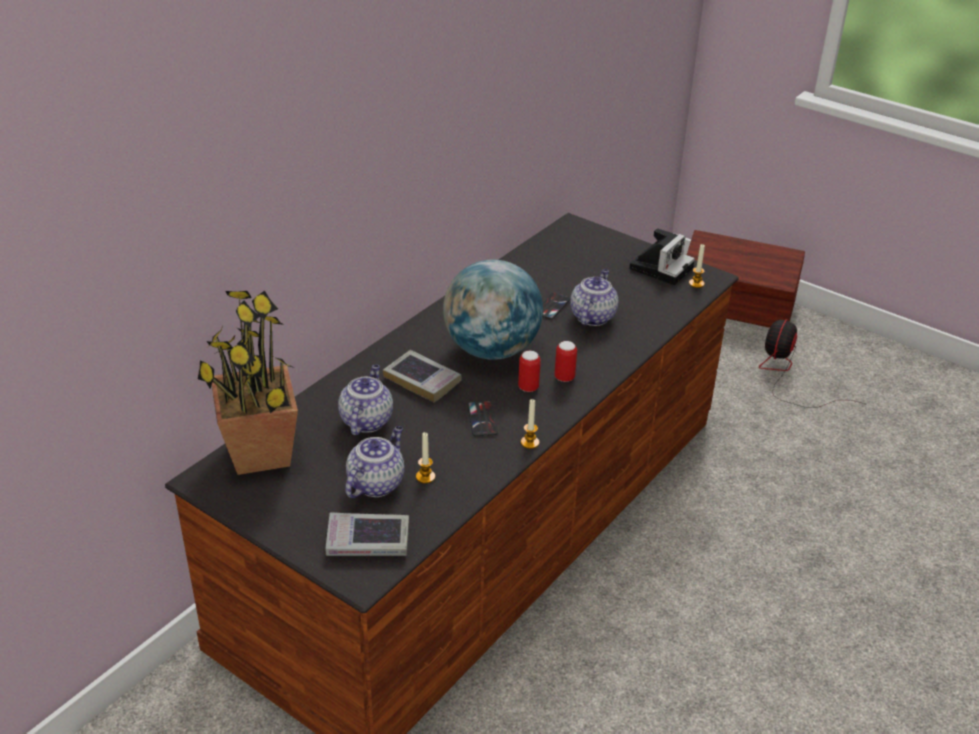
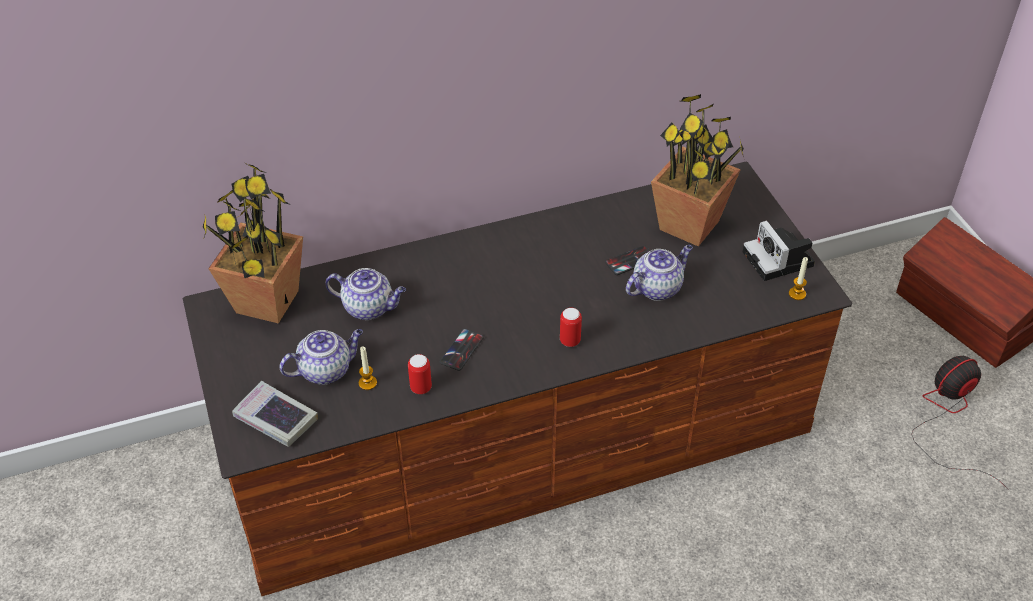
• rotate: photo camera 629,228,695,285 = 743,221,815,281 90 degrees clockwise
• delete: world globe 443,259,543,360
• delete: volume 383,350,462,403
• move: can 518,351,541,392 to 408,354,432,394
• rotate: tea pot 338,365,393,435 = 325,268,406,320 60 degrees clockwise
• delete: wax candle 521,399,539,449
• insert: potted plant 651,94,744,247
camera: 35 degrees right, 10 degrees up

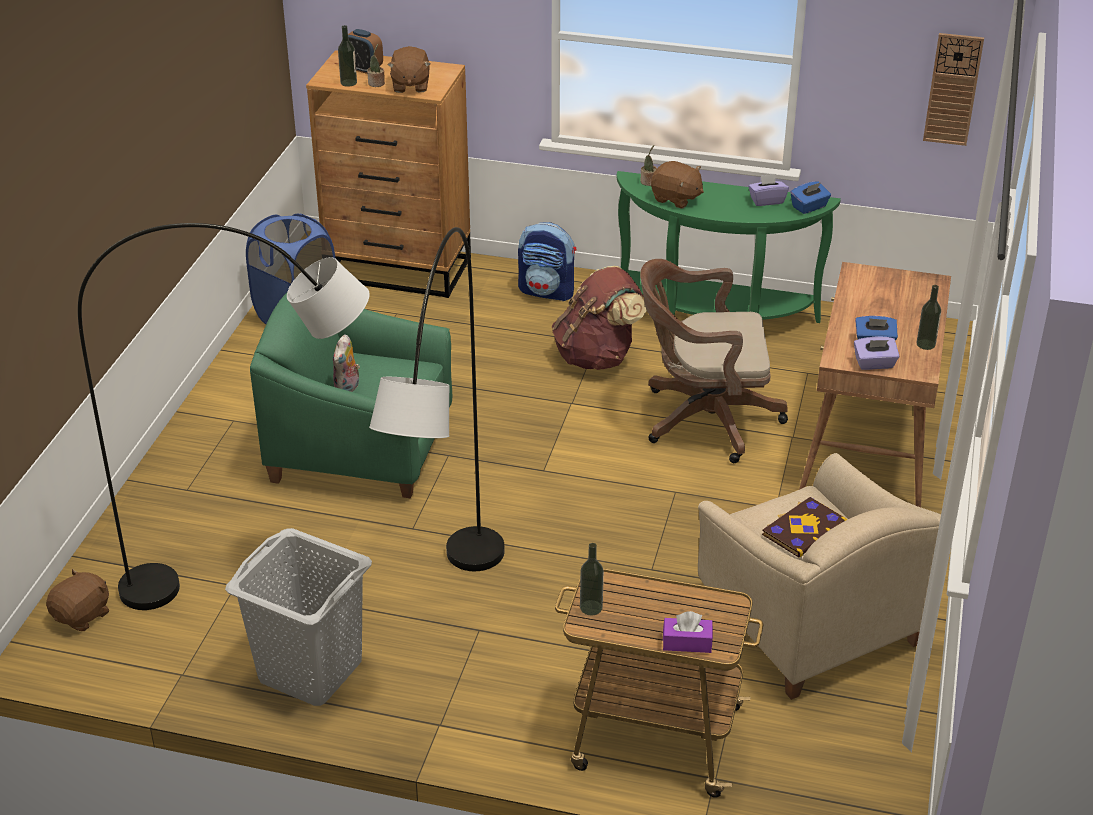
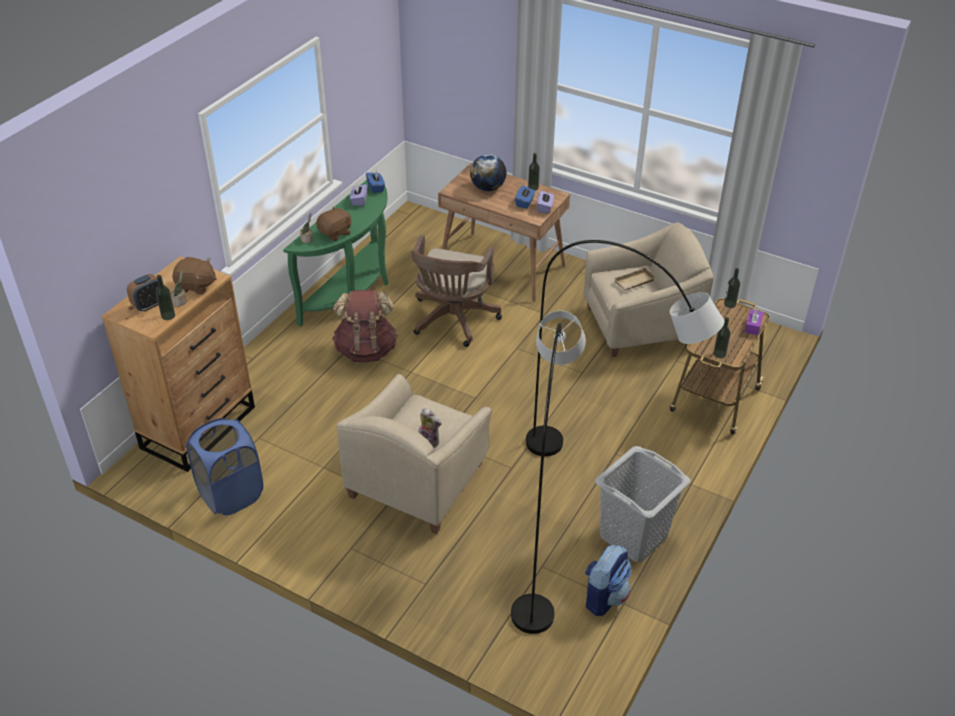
• delete: clock on the wall 923,33,984,146
• move: knapsack 518,222,576,301 to 585,545,632,616
• recolor: greenish easy chair 250,293,452,498 to sand-coloured easy chair 336,374,492,534
• replace: volume 762,497,847,557 to sand-coloured carrying tray 614,266,657,290
• delete: brownish plush toy 46,569,109,631
• insert: world globe 470,154,506,191
• insert: drink bottle 724,268,740,308
camera: 75 degrees left, 5 degrees up

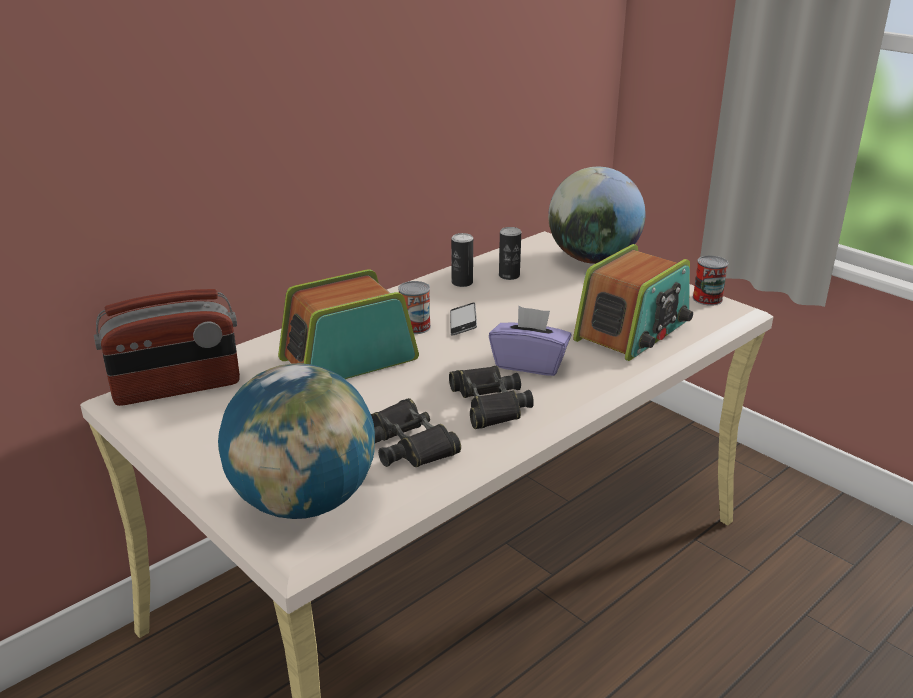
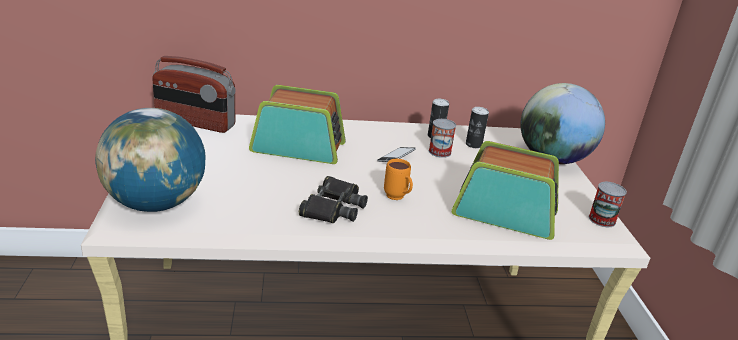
• rotate: radio receiver 573,244,693,361 = 452,141,559,240 150 degrees counterclockwise
• move: can 398,281,431,334 to 429,119,456,158
• replace: purplish tissue holder 489,306,572,376 to orange-coloured mug 384,159,413,200
• delete: black field glasses 371,398,461,467
camera: 35 degrees right, 0 degrees up

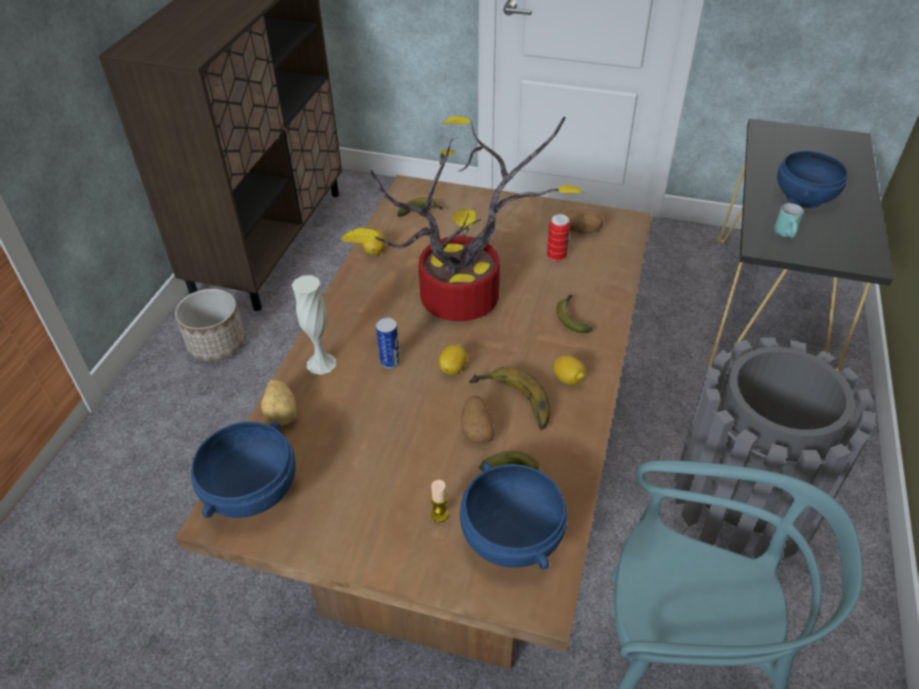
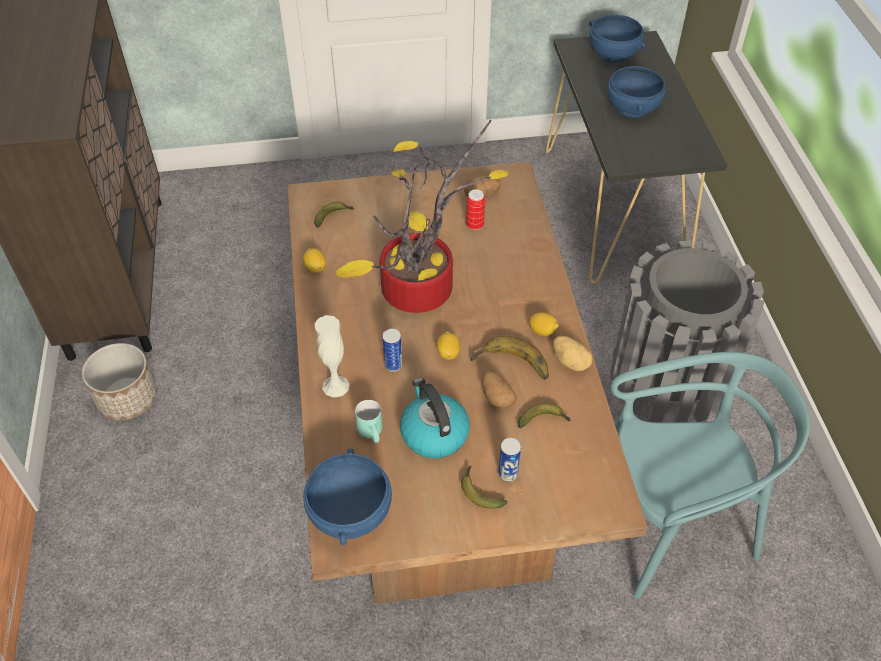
• move: turquoise-coloured mug 774,203,804,238 to 355,400,383,443
• move: banana fruit 556,295,593,333 to 461,466,507,509
• move: potato 261,379,297,425 to 553,336,593,371
• move: bluish deep dish 460,463,568,570 to 589,15,645,63
• replace: wax candle 430,480,448,522 to can 499,438,521,482
• insert: kettle 400,378,470,458
camera: 25 degrees left, 5 degrees up

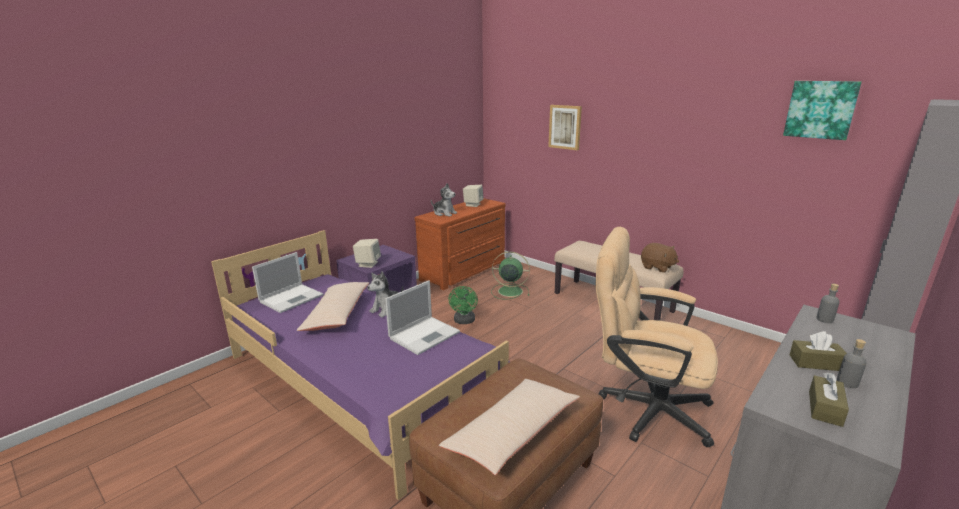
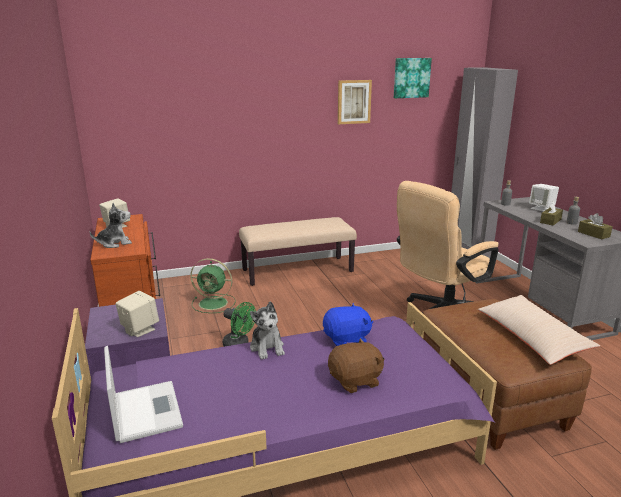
• move: picture 548,105,582,150 to 338,80,372,124
• move: brownish plush toy 641,243,679,273 to 328,338,384,393
• rotate: greenish electric fan 491,252,530,299 = 190,258,235,313 120 degrees counterclockwise
• replace: notebook computer 385,280,460,355 to bluish plush toy 323,303,373,346
• delete: sand-coloured cushion 297,282,369,331
• insert: white-coloured speaker 529,184,559,212
camera: 60 degrees left, 0 degrees up

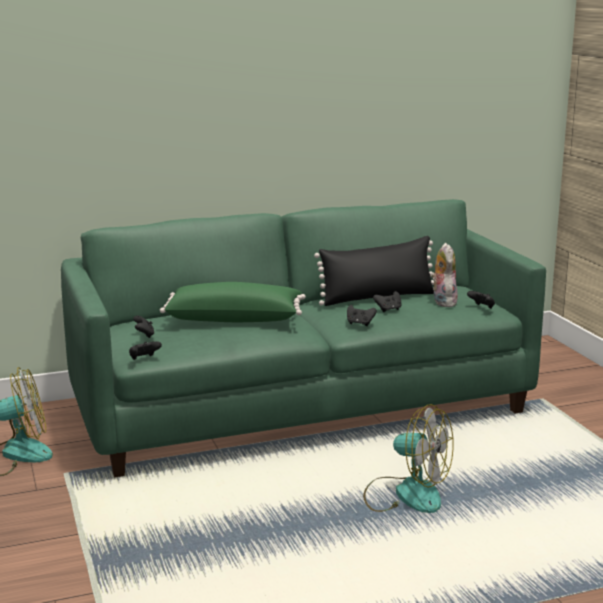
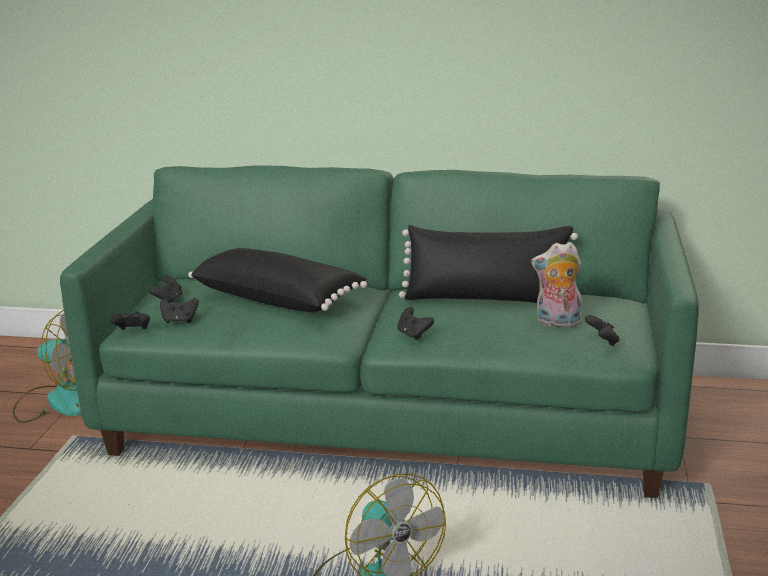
• rotate: plush toy 431,243,458,307 = 531,242,582,327 105 degrees counterclockwise
• recolor: greenish cushion 160,282,306,322 to black cushion 188,248,367,312
• move: black joypad 373,291,401,312 to 160,298,199,324
camera: 30 degrees right, 5 degrees up

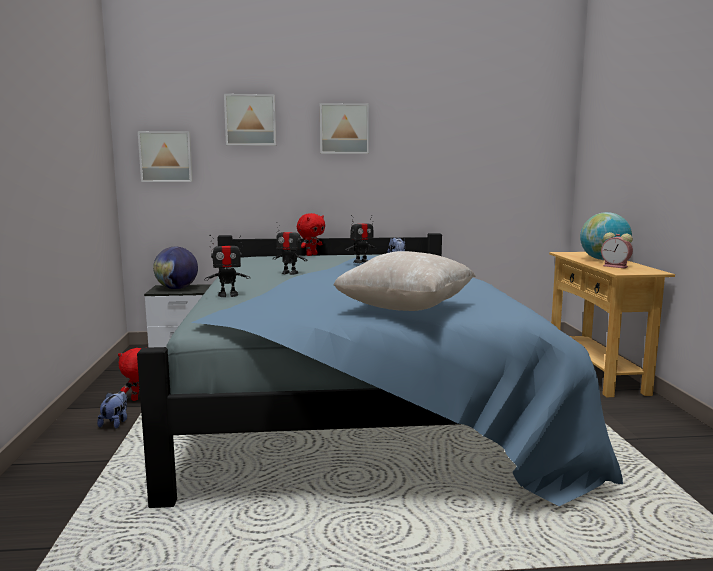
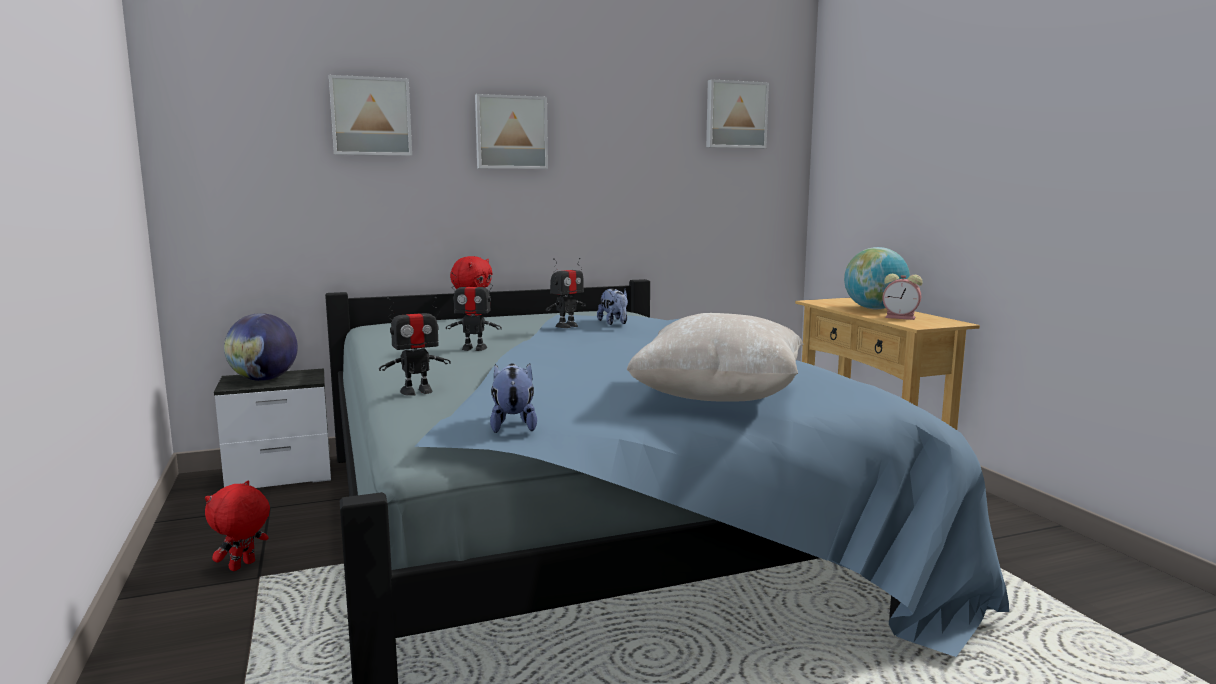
• move: picture 138,131,193,182 to 706,79,769,149
• move: plush toy 97,391,127,429 to 490,363,537,433
camera: 15 degrees left, 0 degrees up

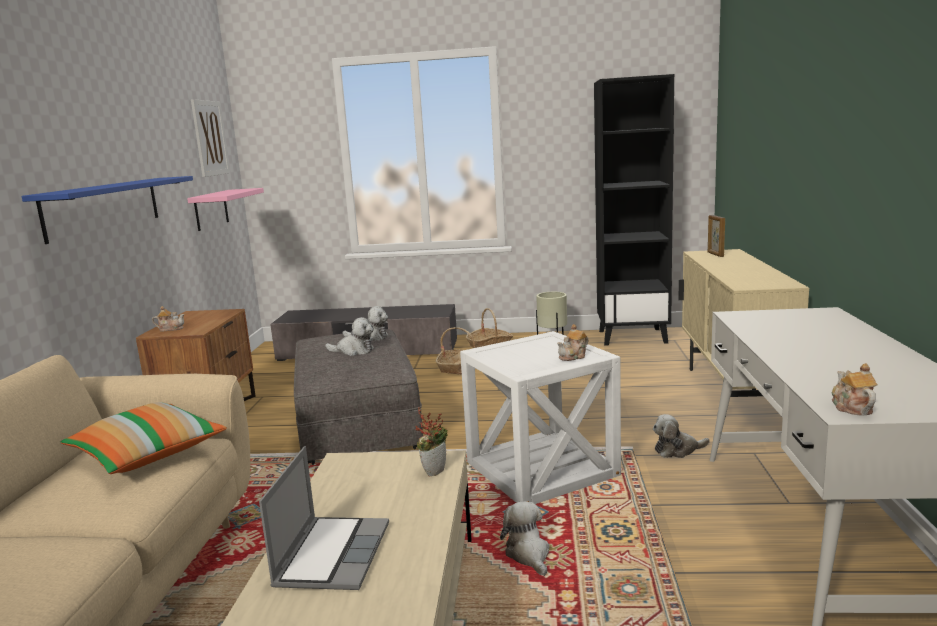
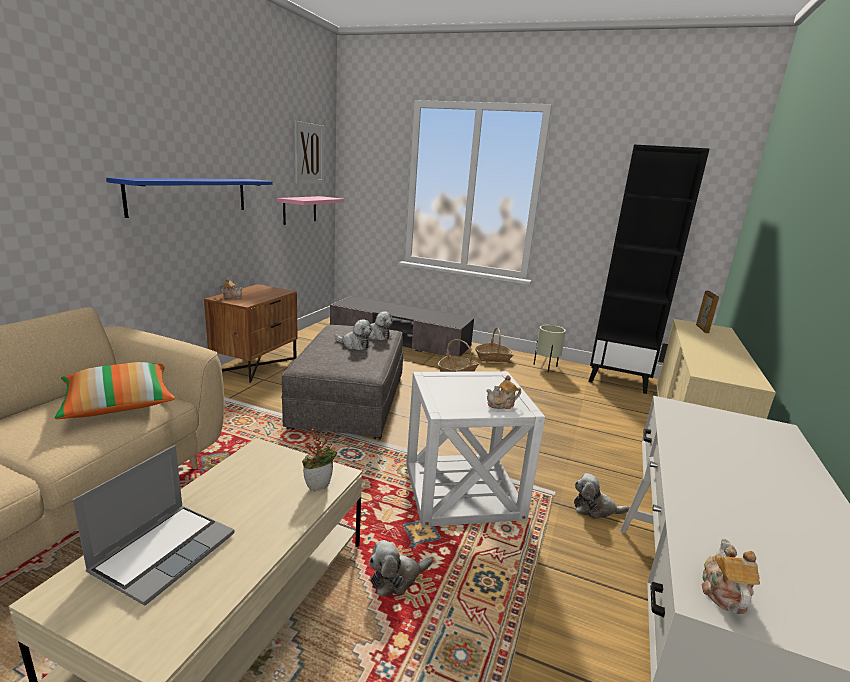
• rotate: plush toy 500,501,550,576 = 369,540,433,596 120 degrees counterclockwise
camera: 15 degrees right, 5 degrees up

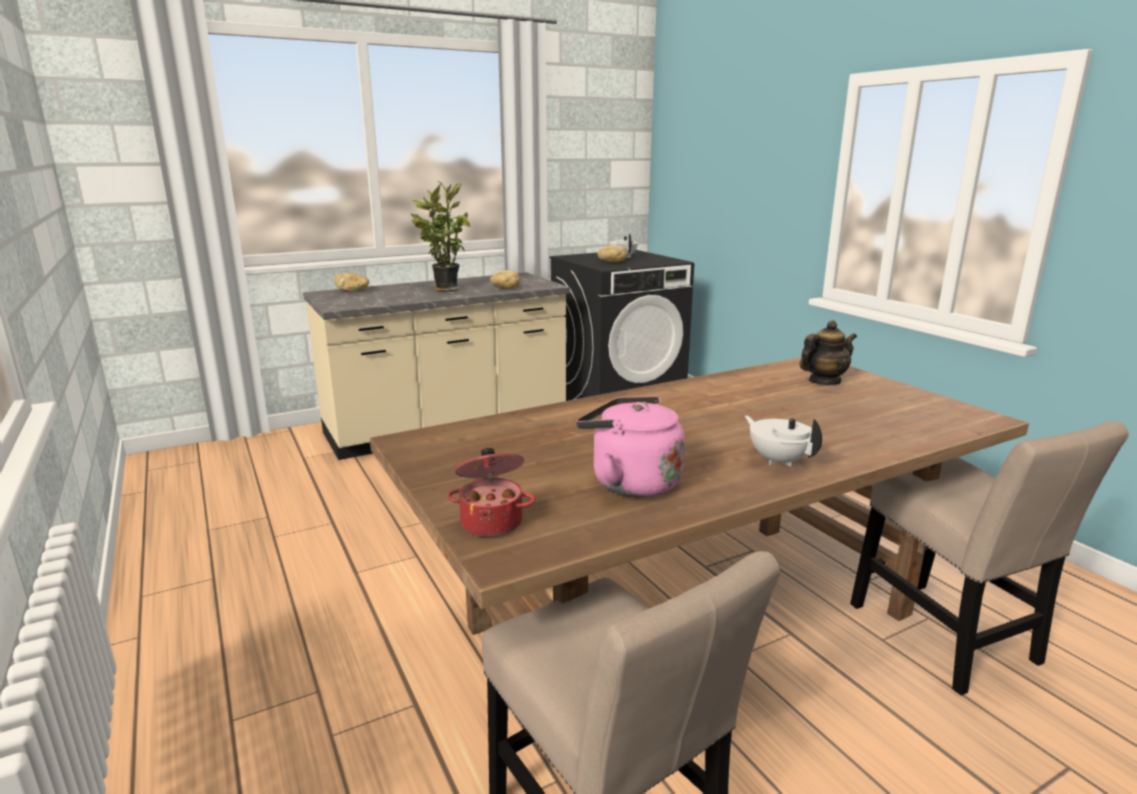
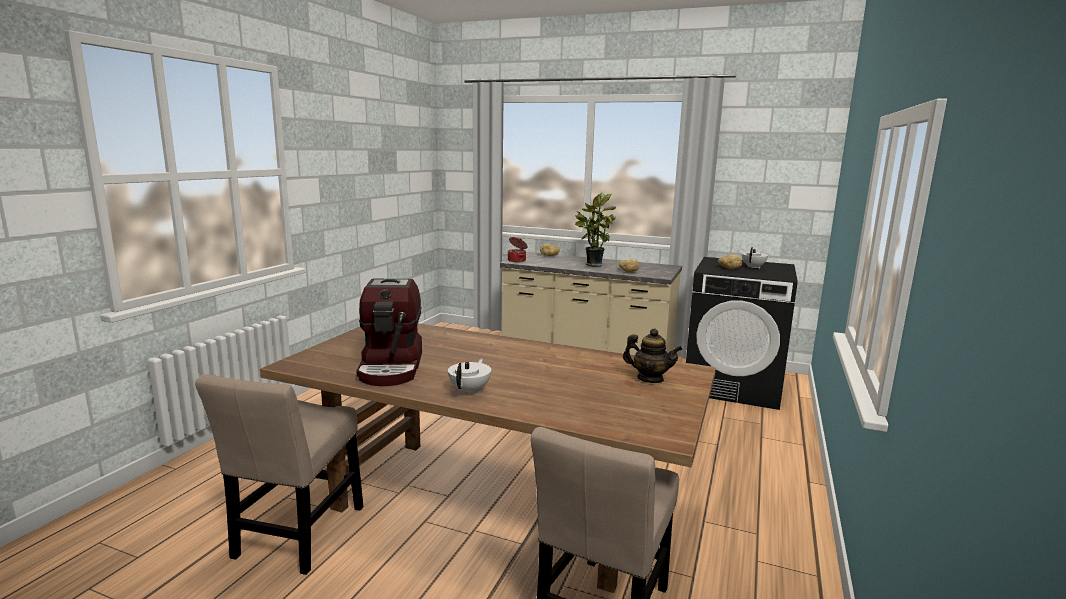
• replace: pink-coloured kettle 577,396,685,498 to coffee brewer 356,279,422,386
• move: saucepot 447,448,535,537 to 508,237,528,262
camera: 50 degrees right, 5 degrees down

